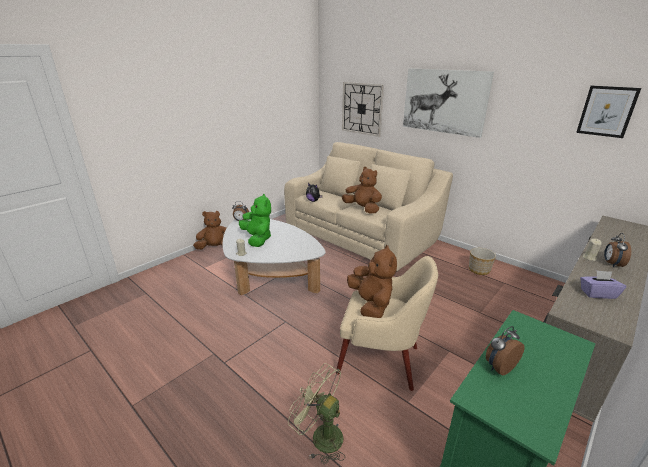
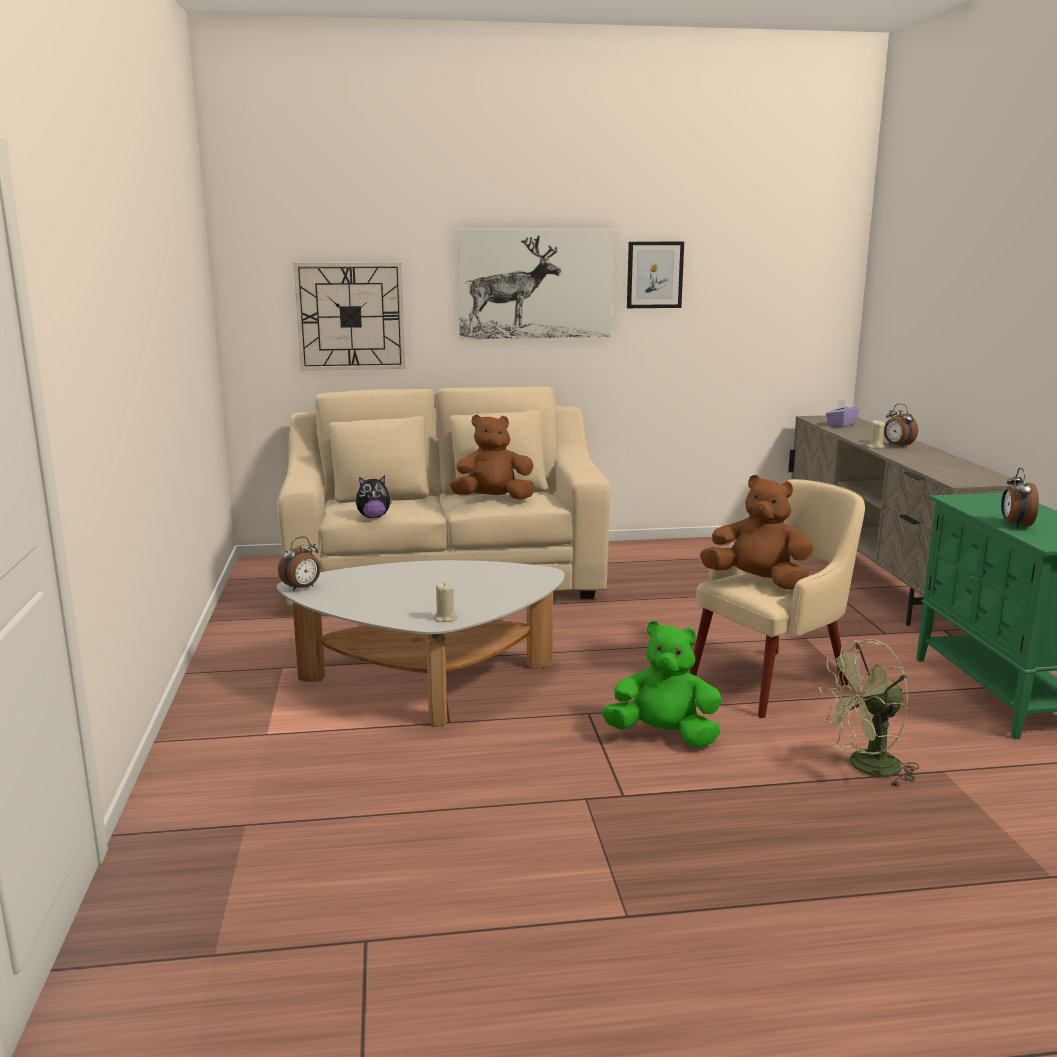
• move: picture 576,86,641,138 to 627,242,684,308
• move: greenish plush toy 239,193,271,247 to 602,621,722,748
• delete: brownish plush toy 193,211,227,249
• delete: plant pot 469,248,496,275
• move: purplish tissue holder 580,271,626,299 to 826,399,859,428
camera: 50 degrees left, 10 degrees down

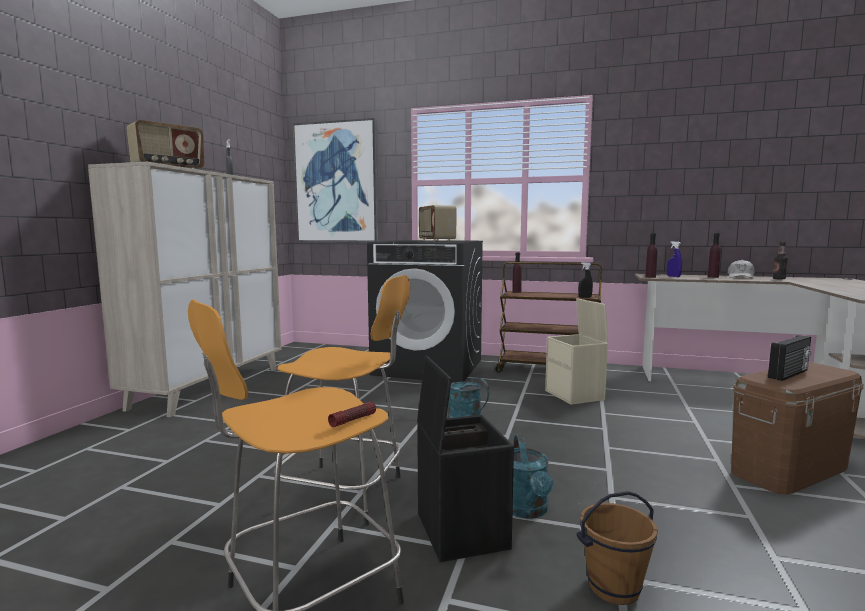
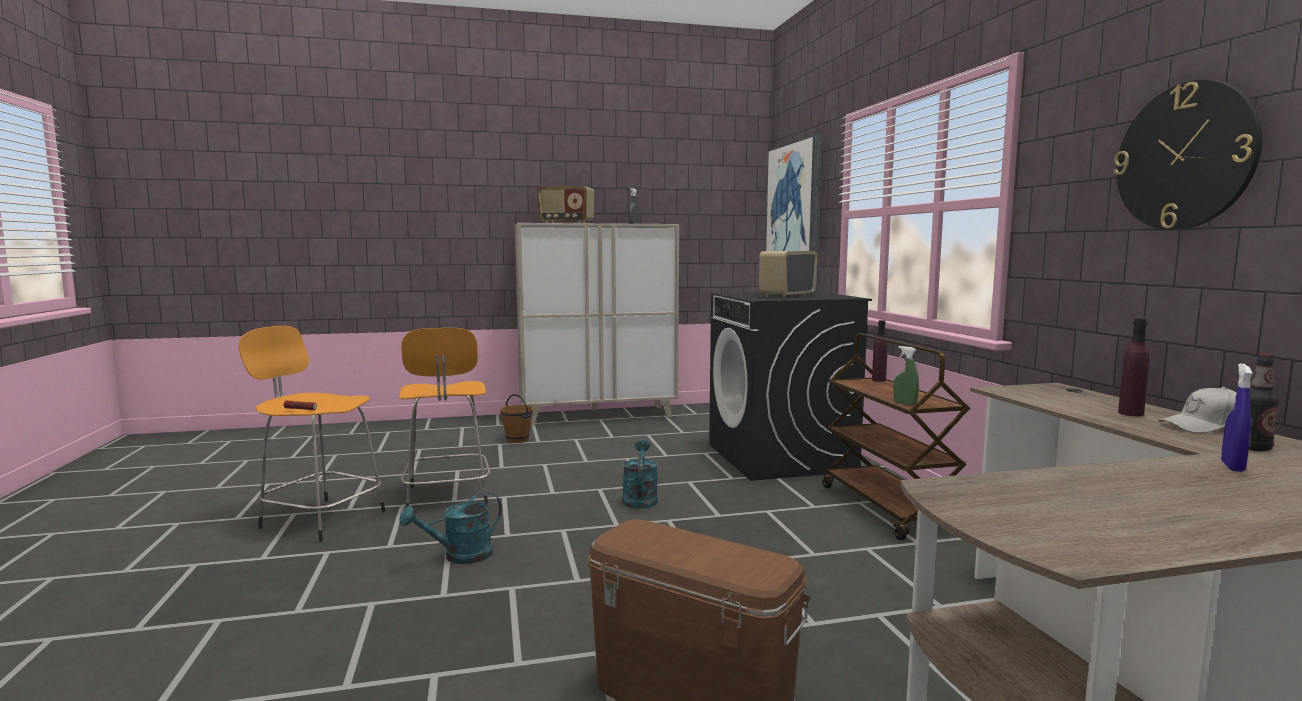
• delete: purplish drink bottle 645,233,657,278
• move: bluish hand sprayer 667,241,682,277 to 1221,364,1253,472
• recolor: black hand sprayer 578,262,593,298 to greenish hand sprayer 893,346,919,405
• delete: sand-coloured storage box 545,298,608,405
• delete: radio receiver 768,335,811,381
• delete: black storage box 417,356,514,562
• move: brownish water bucket 577,491,658,605 to 500,394,533,443
• insert: clock on the wall 1114,80,1263,230
camera: 60 degrees right, 0 degrees up

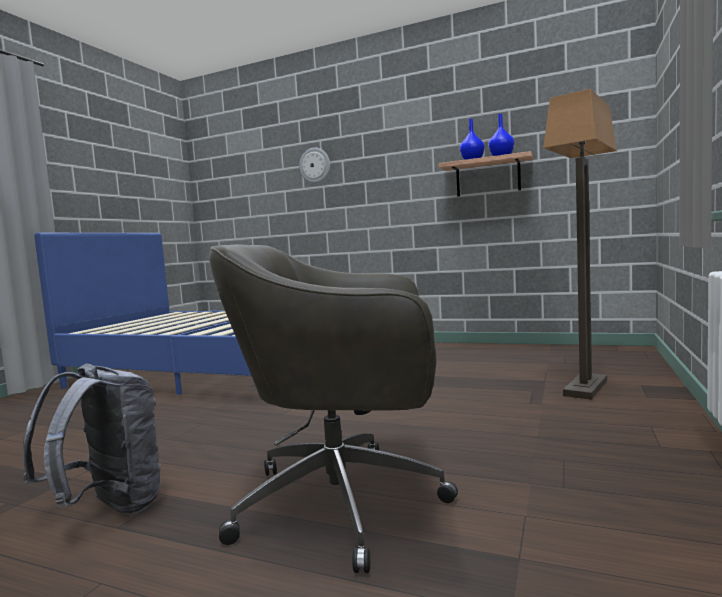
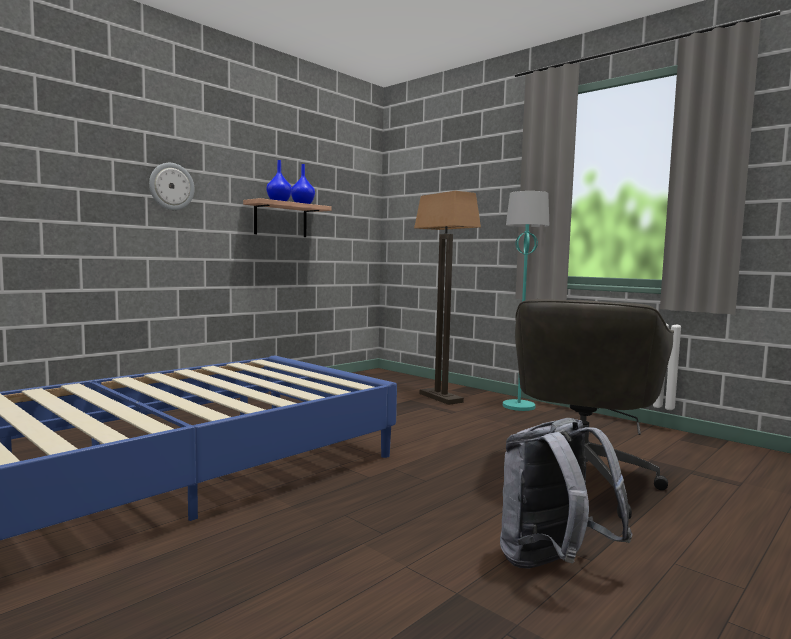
• move: clock on the wall 299,148,330,183 to 149,163,194,210
• insert: turquoise-coloured floor lamp 503,191,550,411
camera: 70 degrees left, 0 degrees up

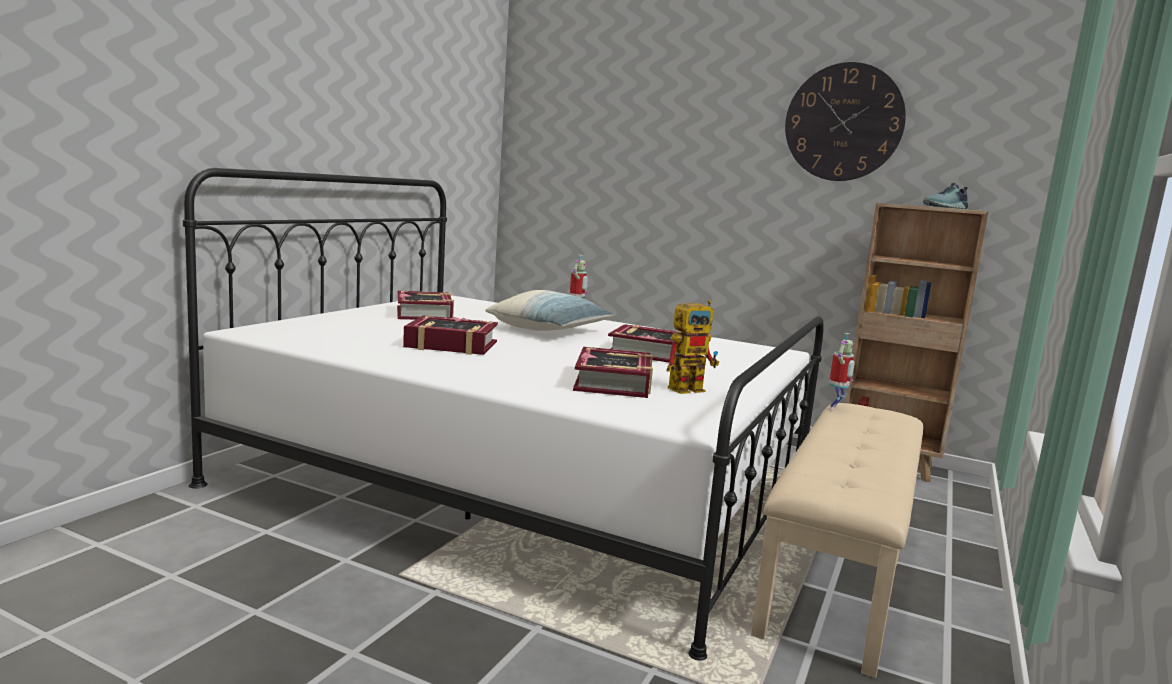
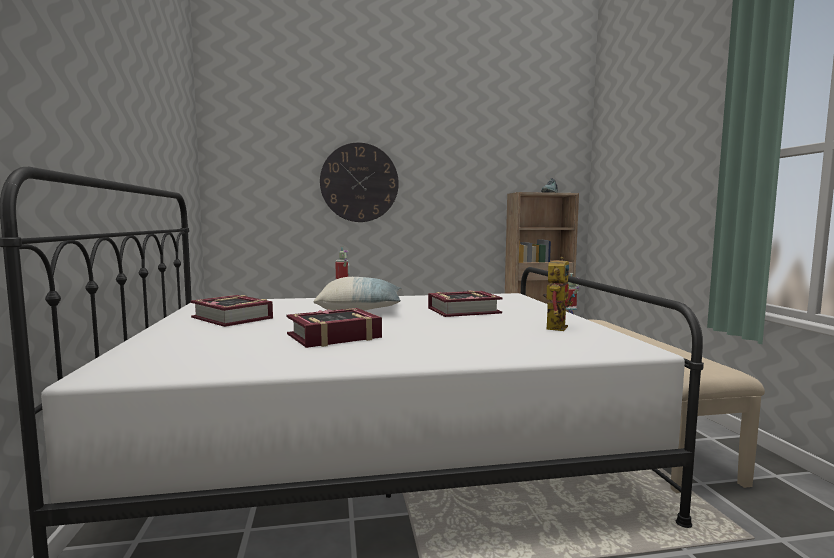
• move: clock on the wall 785,62,906,181 to 320,143,399,222
• delete: volume 573,347,653,398
camera: 35 degrees left, 5 degrees down

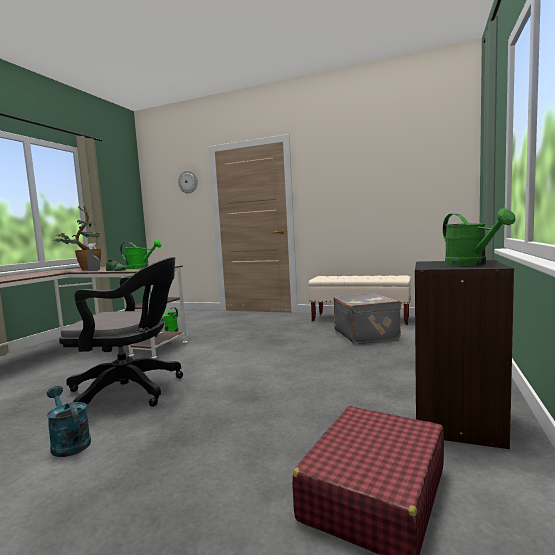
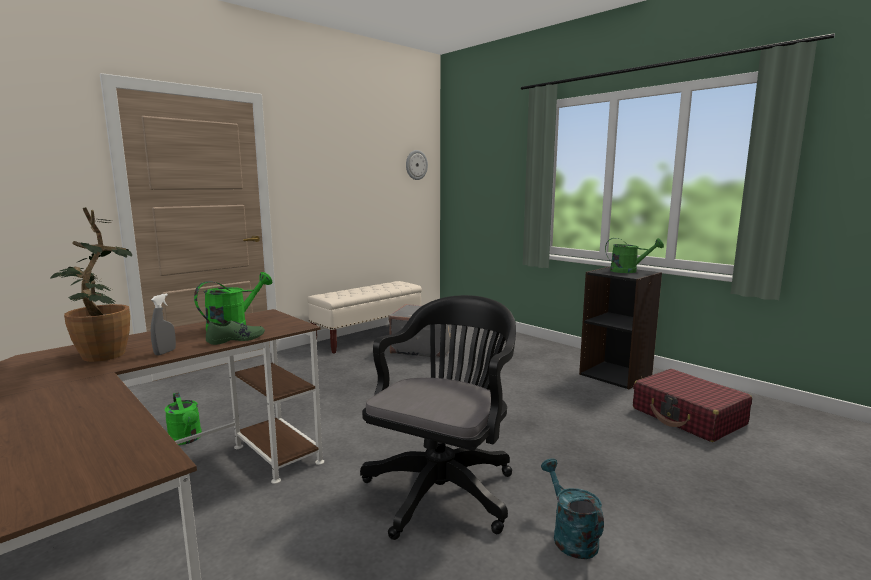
• move: clock on the wall 178,170,198,194 to 406,150,428,180
• rotate: turquoise-coloured watering can 47,386,91,457 = 541,459,604,559 90 degrees clockwise
camera: 65 degrees left, 5 degrees up

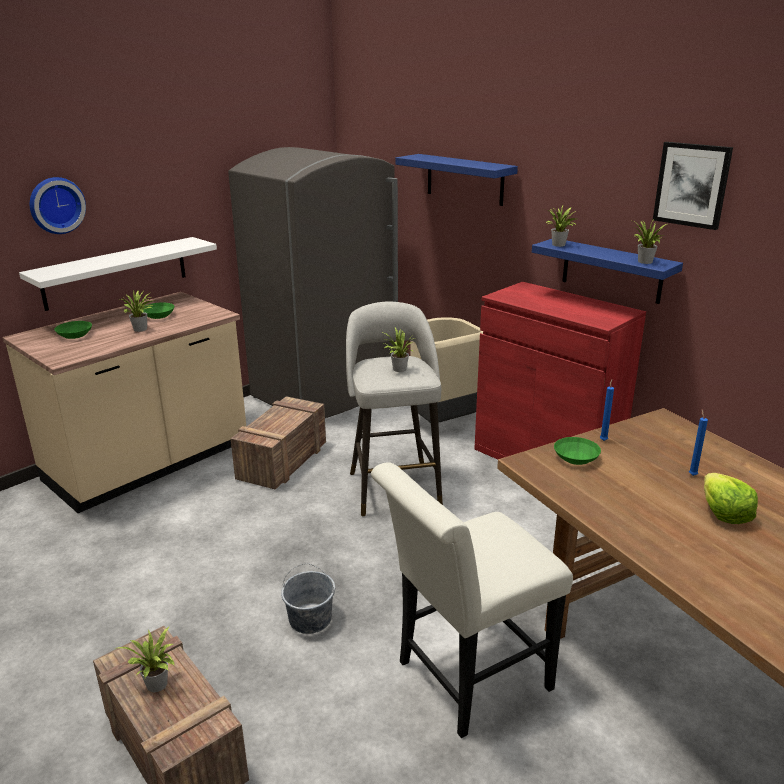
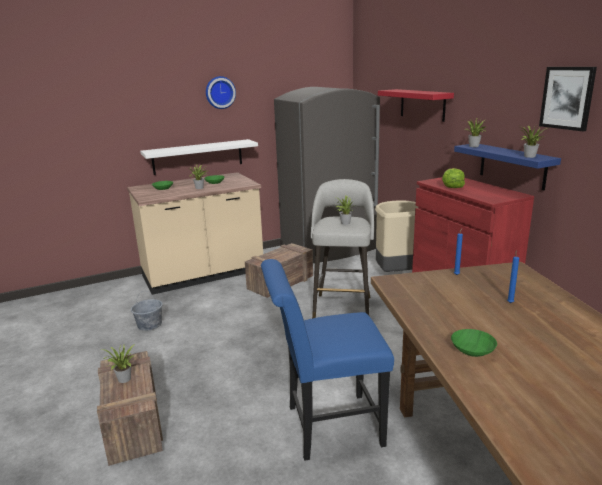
• recolor: bluish shelf 396,154,518,206 to red-coloured shelf 378,89,454,122
• move: clock on the wall 30,177,86,234 to 206,76,236,109
• move: greenish deep dish 554,437,601,465 to 451,329,497,357
• recolor: white-coloured plain chair 371,462,573,738 to bluish plain chair 261,259,394,461
• move: lettuce 704,473,758,524 to 442,168,465,188
• move: grey water bucket 281,563,335,634 to 131,291,163,331
camera: 20 degrees right, 5 degrees down

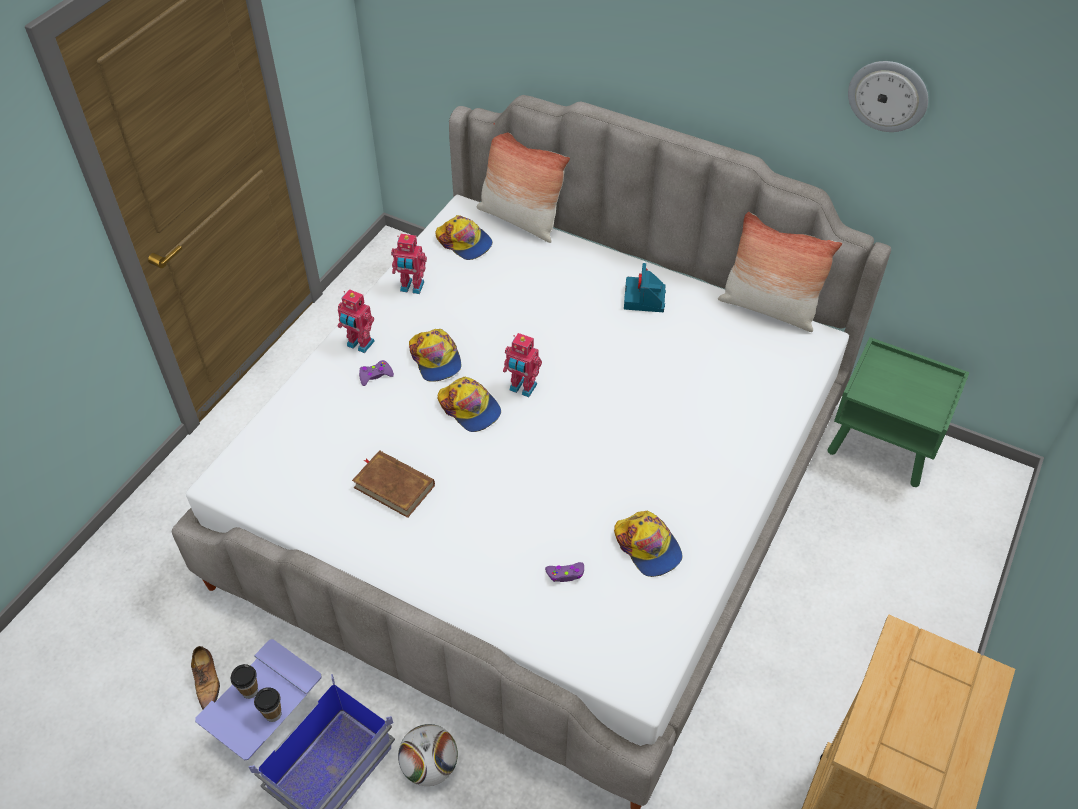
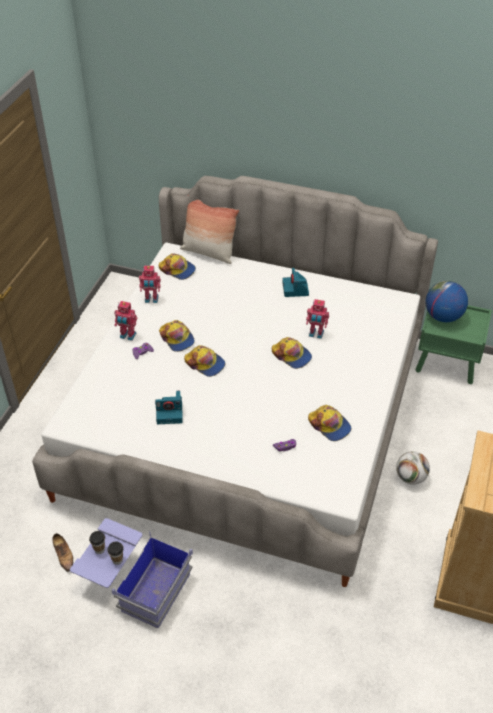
• delete: clock on the wall 848,61,928,132
• delete: cushion 718,212,842,332
• move: toy robot 503,333,542,397 to 306,299,329,339
• replace: brownish volume 352,450,435,518 to photo camera 155,391,183,424
• move: ball for football 398,724,458,786 to 396,451,430,485
• insert: world globe 426,281,468,322
• insert: baseball cap 272,337,312,369
camera: 10 degrees left, 5 degrees down

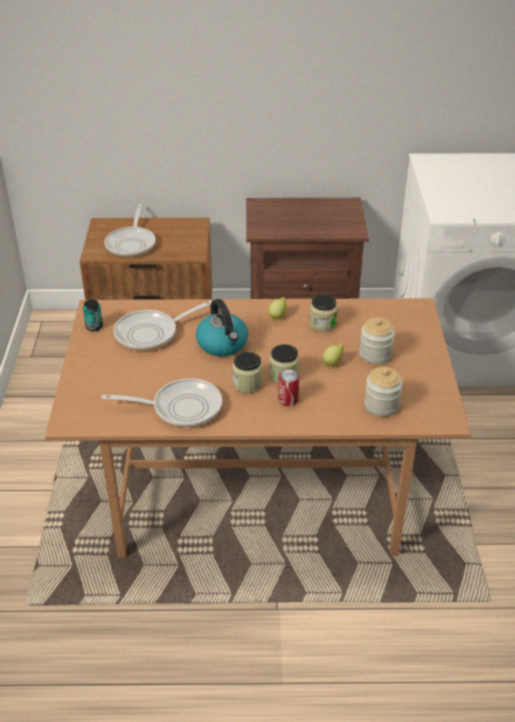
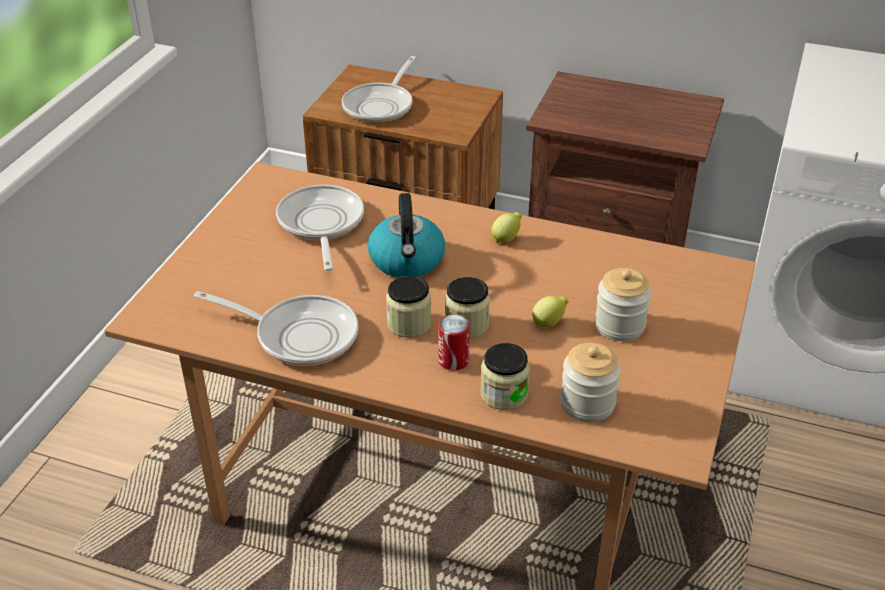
• move: storage jar 309,294,338,332 to 481,343,530,410
• delete: can 83,299,103,331
• rotate: pan 114,300,213,351 = 276,185,364,271 90 degrees clockwise
camera: 20 degrees right, 0 degrees up

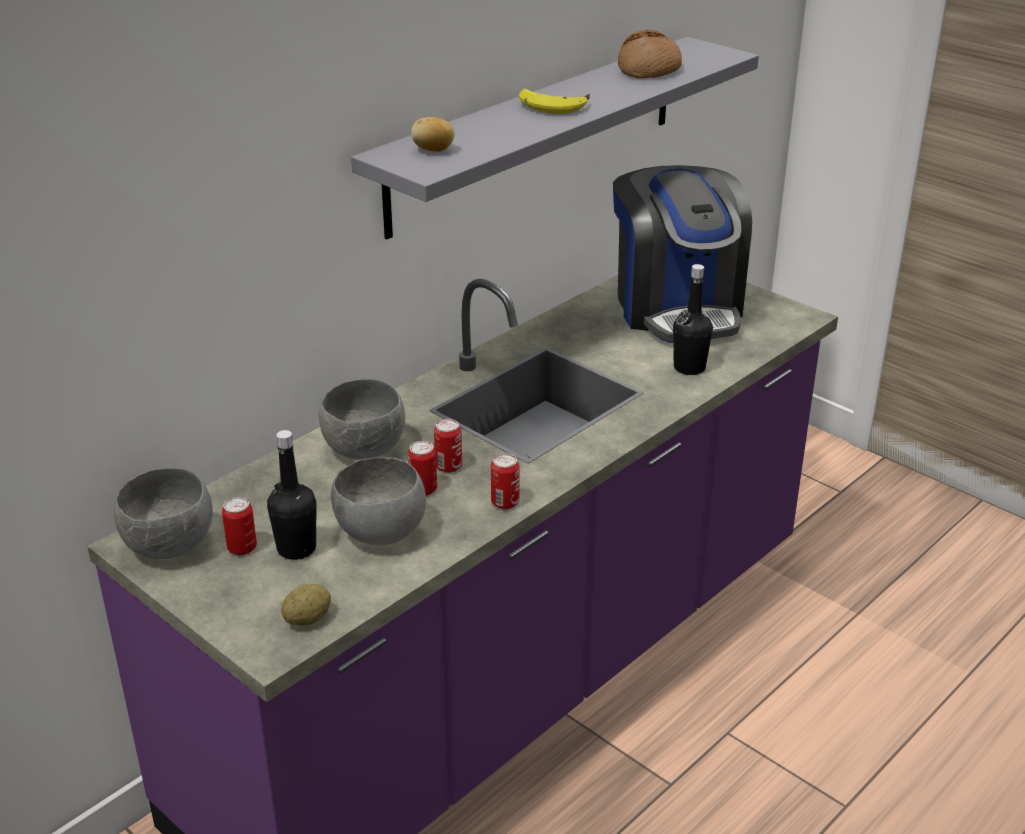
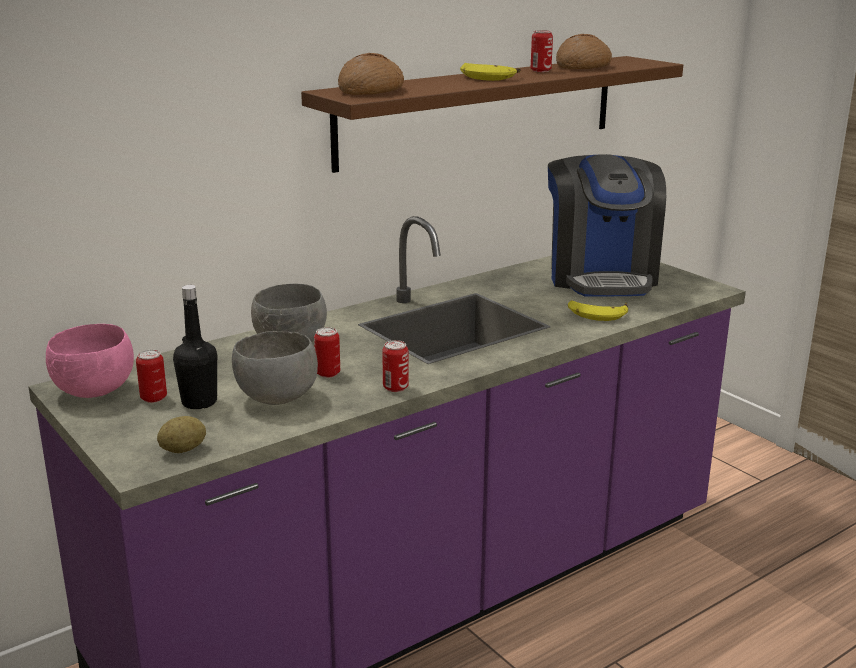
• recolor: grey shelf 351,37,759,239 to brownish shelf 301,56,683,173
• replace: potato 411,117,454,152 to bread 338,53,404,95
• replace: black drink bottle 673,264,713,375 to banana fruit 568,300,628,321
• move: can 434,419,462,473 to 531,30,553,72
• recolor: grey deep dish 114,468,213,559 to pink-coloured deep dish 46,324,134,398
camera: 10 degrees right, 10 degrees down

